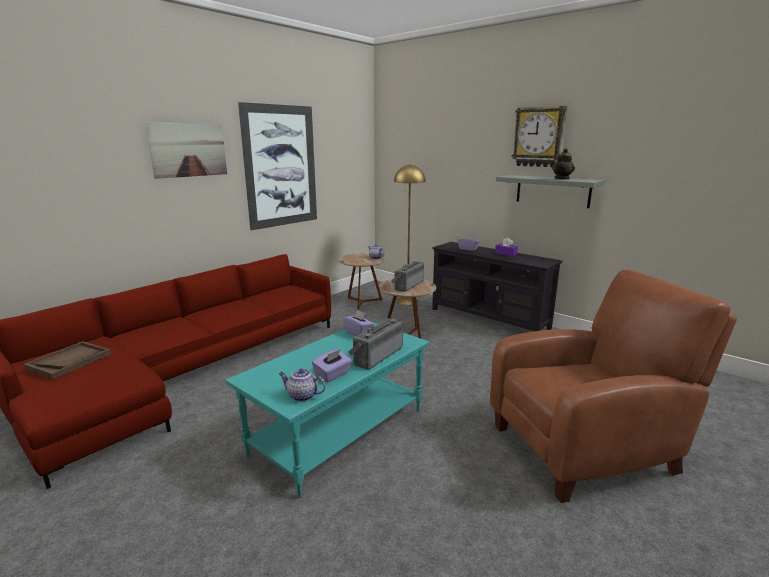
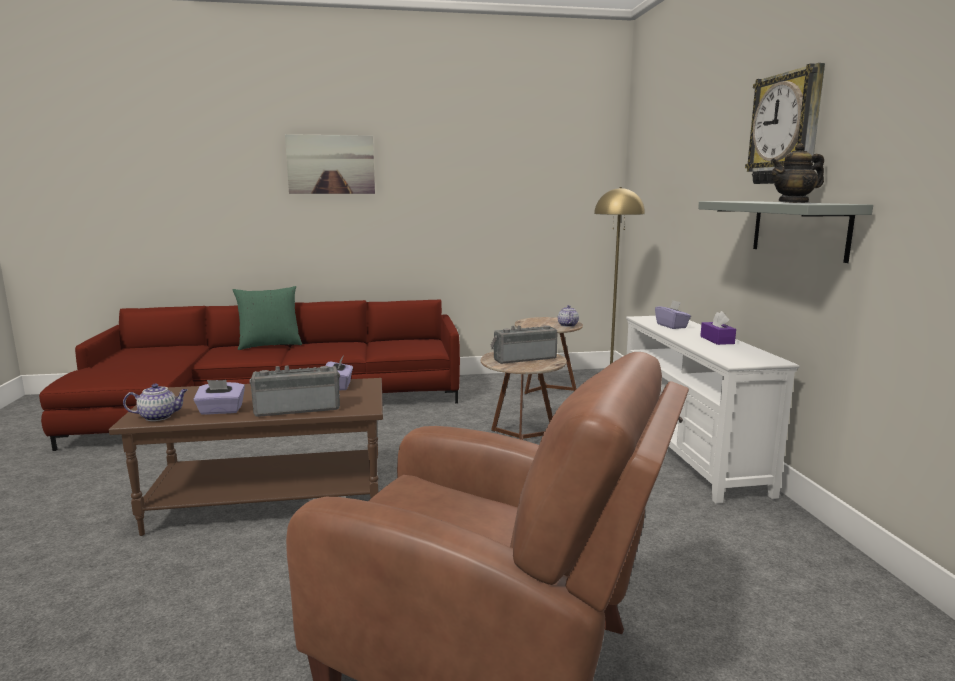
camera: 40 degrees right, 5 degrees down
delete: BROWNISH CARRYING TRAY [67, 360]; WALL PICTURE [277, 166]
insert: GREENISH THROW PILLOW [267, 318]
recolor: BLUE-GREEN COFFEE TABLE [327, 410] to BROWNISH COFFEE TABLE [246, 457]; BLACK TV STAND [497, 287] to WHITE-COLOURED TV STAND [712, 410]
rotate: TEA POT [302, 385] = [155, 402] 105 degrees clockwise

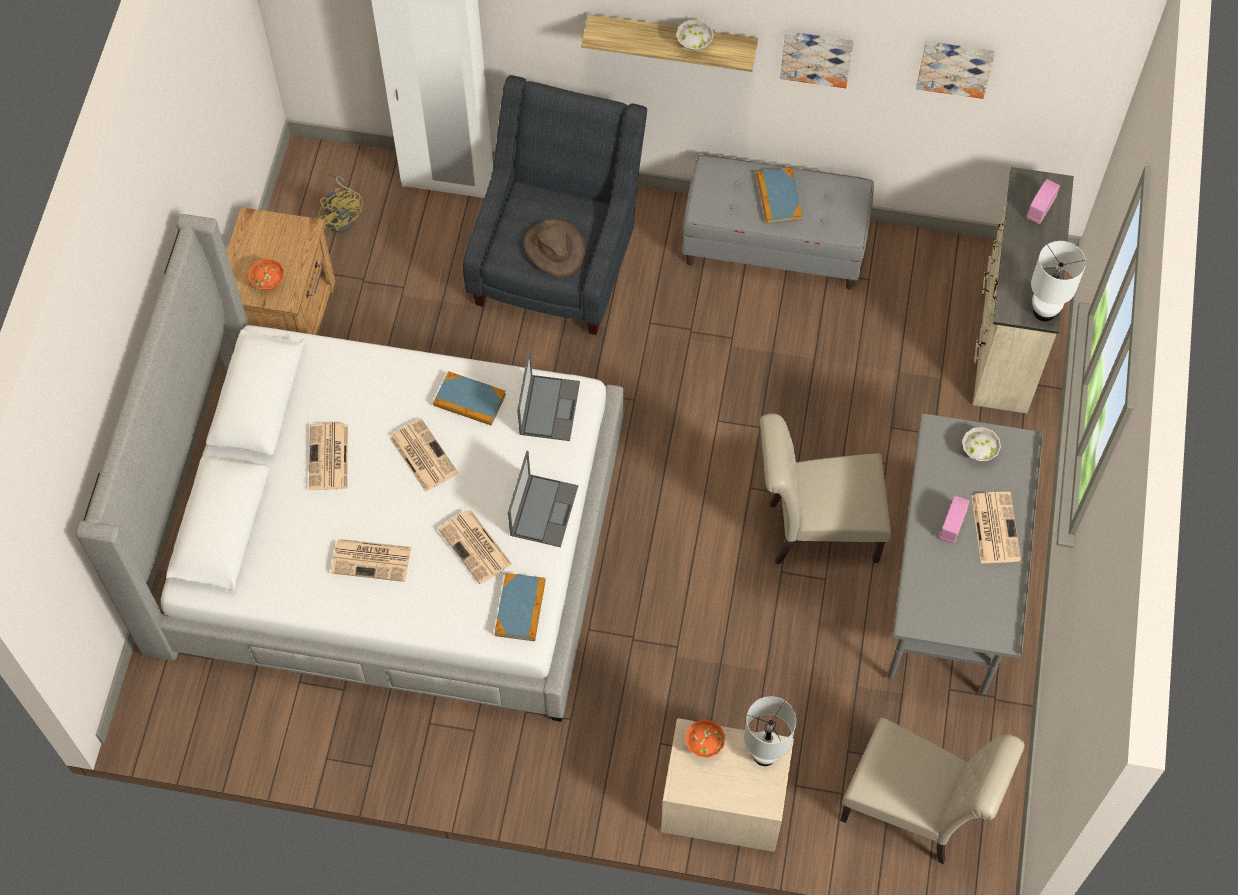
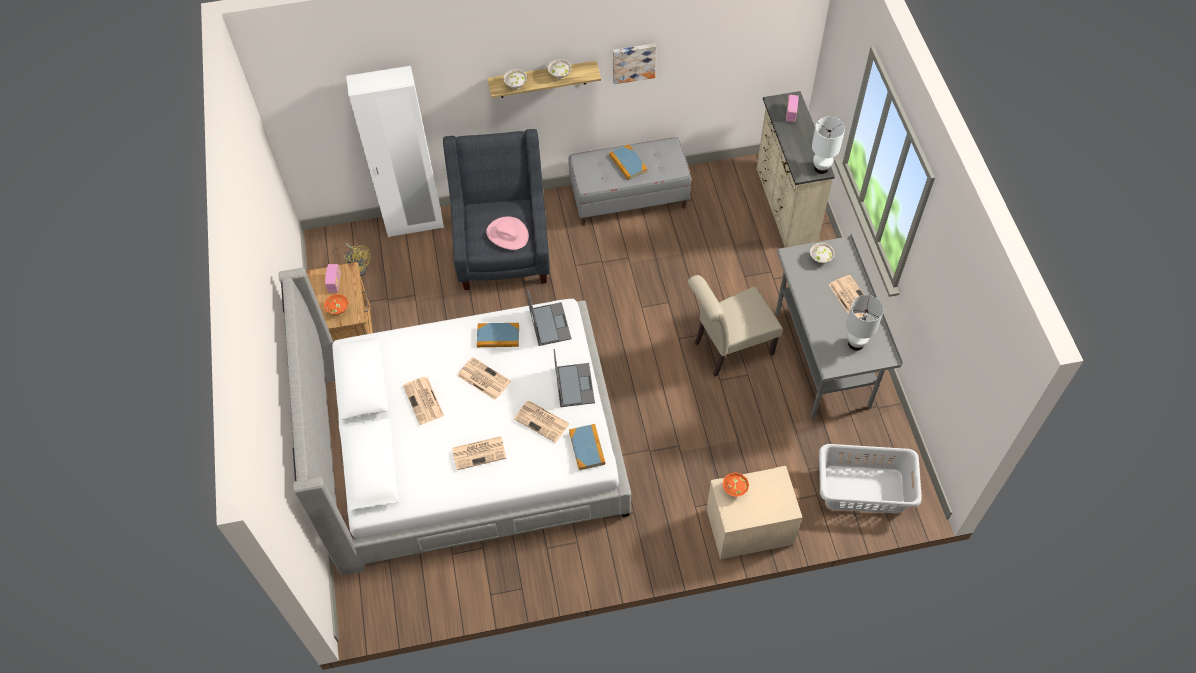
camera: 20 degrees left, 5 degrees down
delete: WALL PICTURE [955, 70]
insert: WHITE-COLOURED SERVING BOWL [515, 79]
move: RADIO SET [954, 519] to [333, 278]; WHITE-COLOURED LAMP FOR A TABLE [770, 731] to [865, 323]
replace: SAND-COLOURED PLAIN CHAIR [932, 791] to GRAY LAUNDRY BASKET [870, 479]
recolor: BROWNISH HAT [554, 248] to PINK HAT [507, 233]

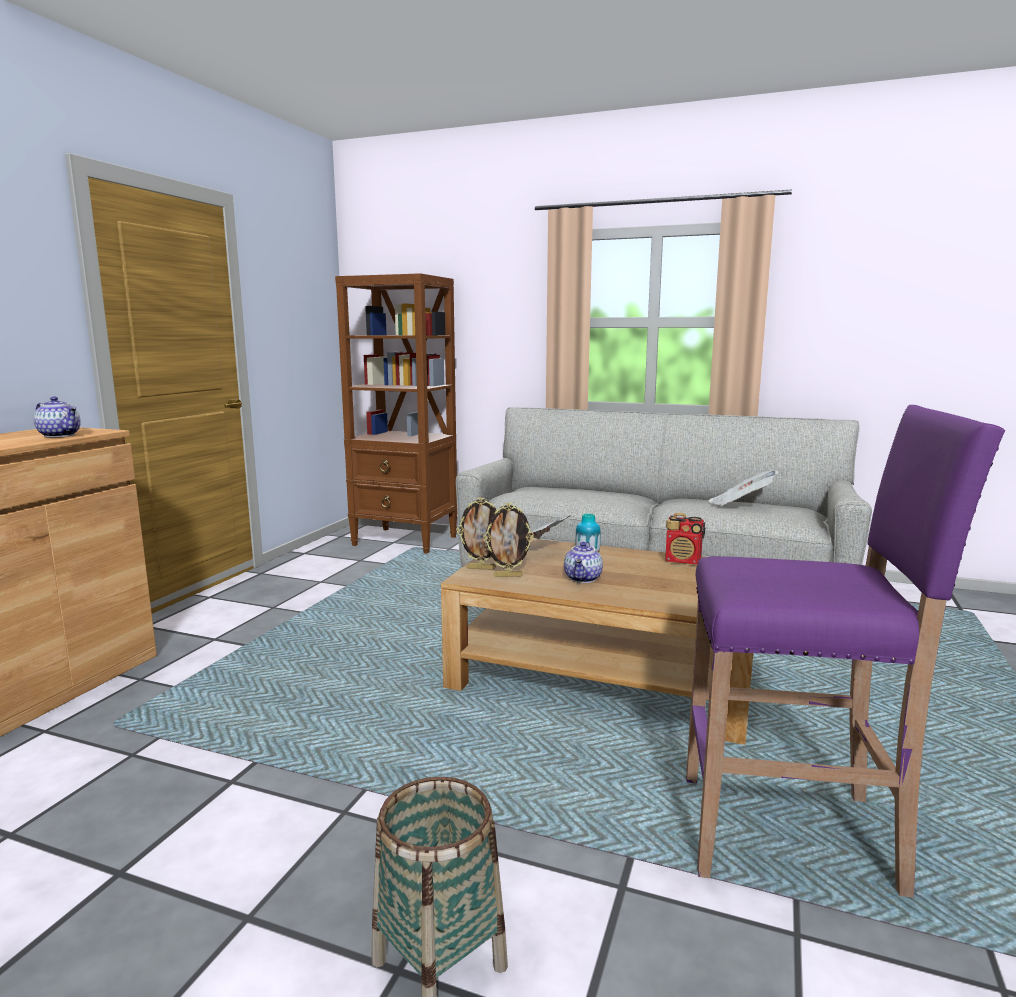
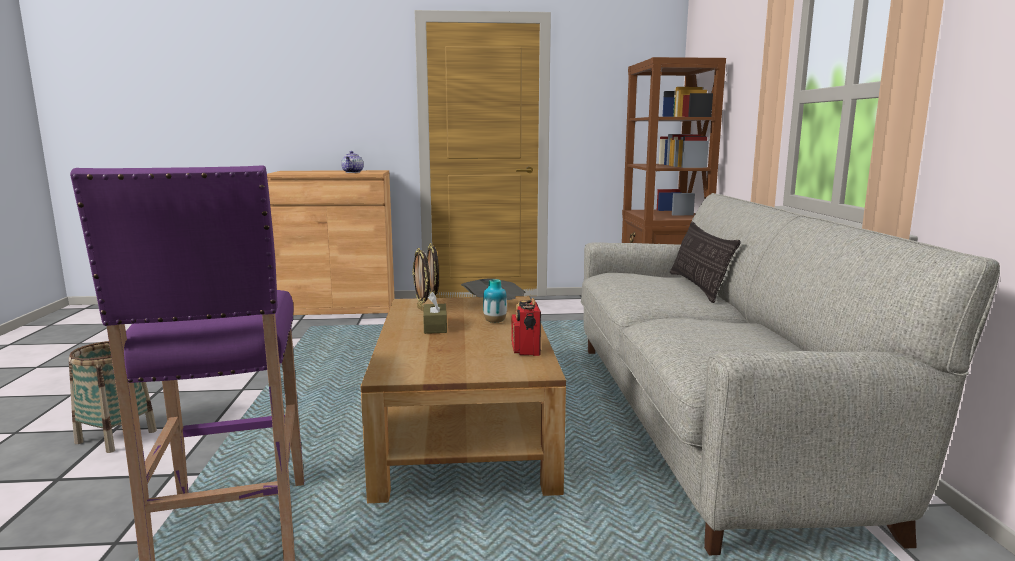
camera: 65 degrees right, 0 degrees up
delete: PRINTED PAPER [744, 487]
insert: THROW PILLOW [705, 262]
replace: TEA POT [583, 562] to BROWNISH BOX OF TISSUES [435, 313]

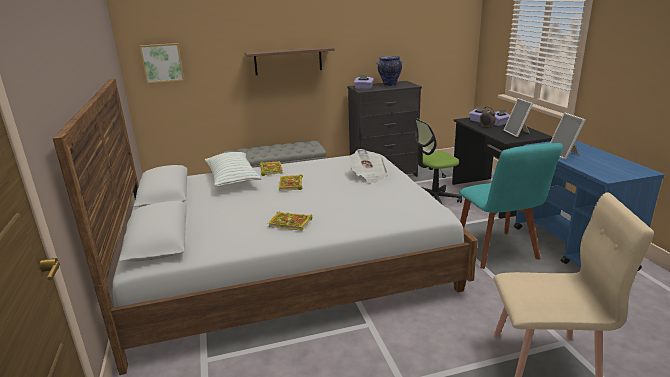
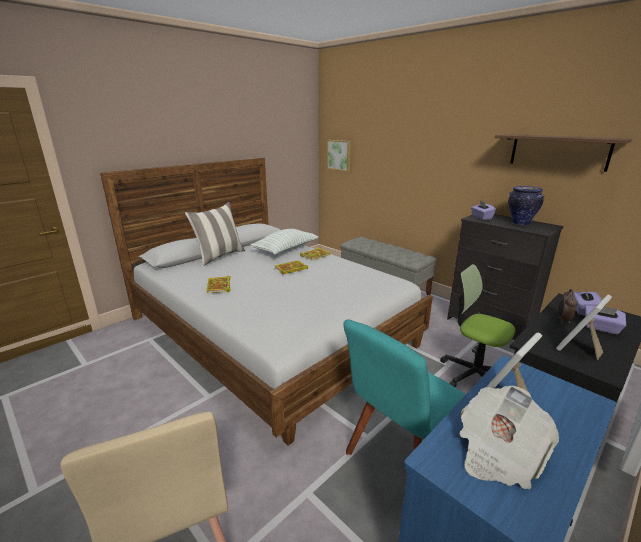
camera: 60 degrees right, 0 degrees up
insert: THROW PILLOW [215, 234]
move: PRINTED PAPER [368, 166] to [509, 437]; BRACKET SHELF [289, 60] to [563, 153]

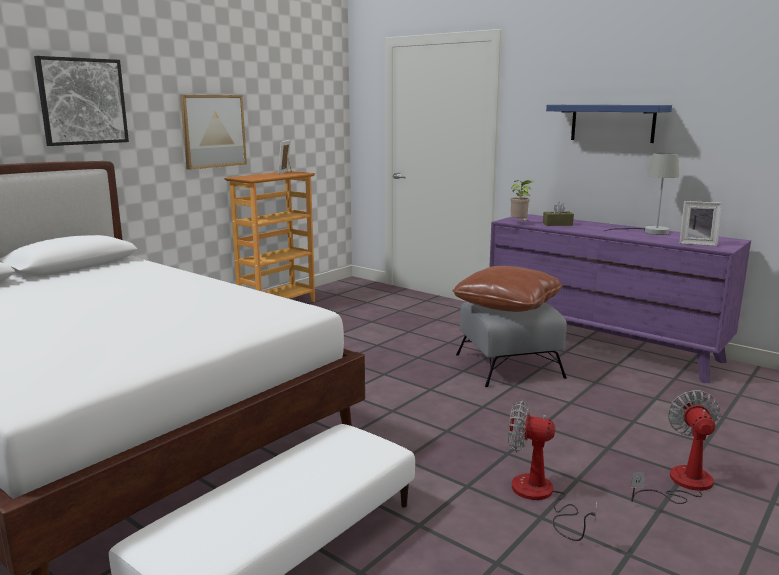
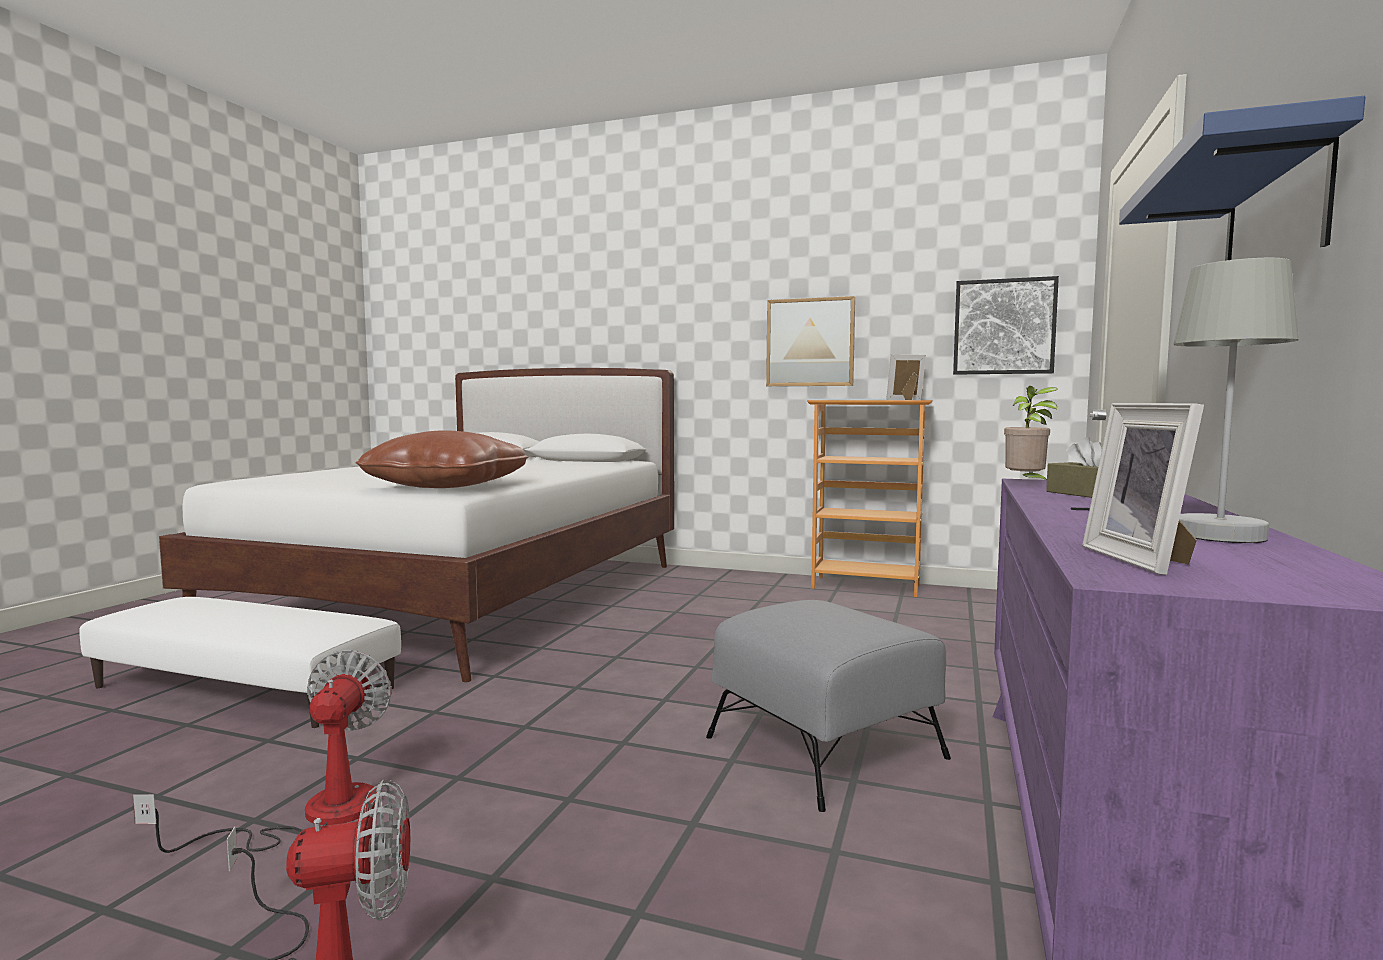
camera: 70 degrees right, 10 degrees down
move: BROWNISH THROW PILLOW [507, 289] to [442, 459]; WALL PICTURE [81, 101] to [1006, 325]

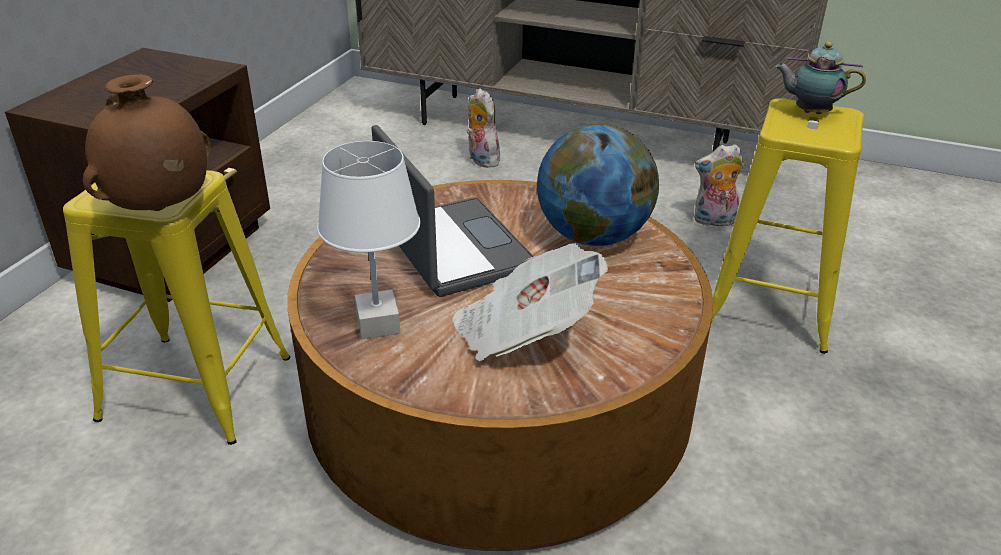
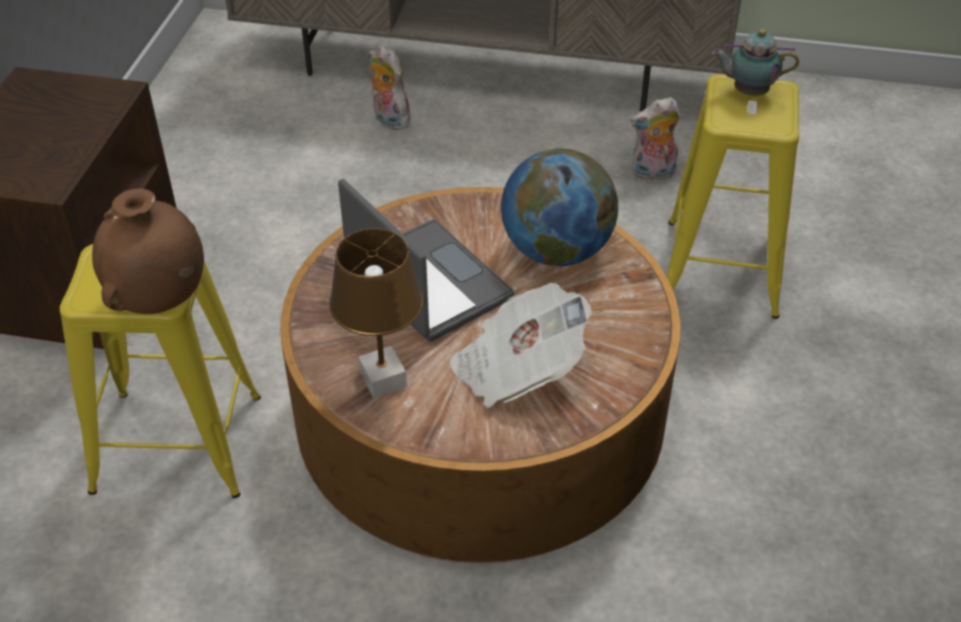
camera: 10 degrees left, 10 degrees up
recolor: WHITE-COLOURED LAMP FOR A TABLE [368, 240] to BROWNISH LAMP FOR A TABLE [376, 313]

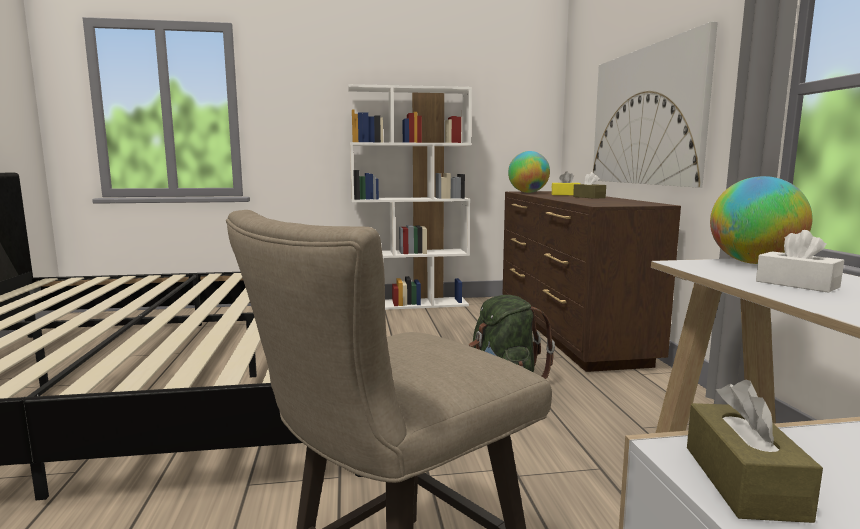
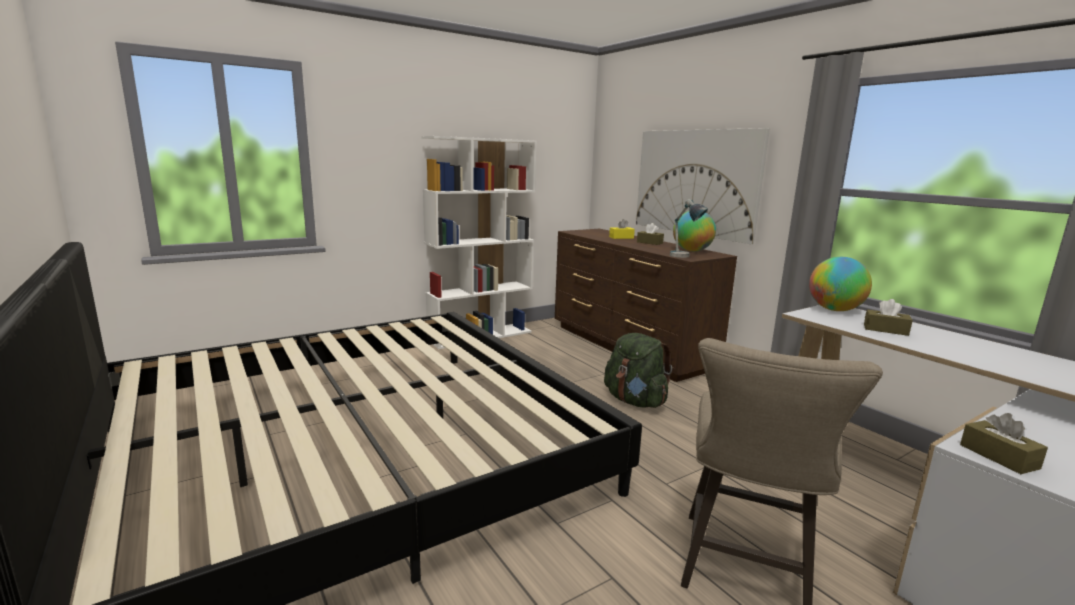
camera: 25 degrees left, 5 degrees up
insert: LAMP FOR A TABLE [689, 228]
move: WORLD GLOBE [529, 172] to [694, 231]
recolor: WHITE-COLOURED BOX OF TISSUES [800, 261] to BROWNISH BOX OF TISSUES [888, 317]

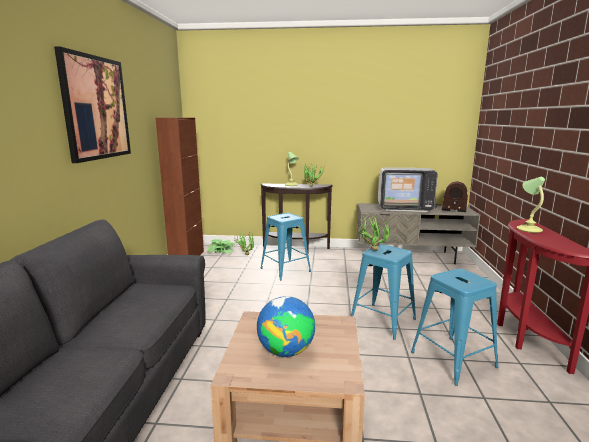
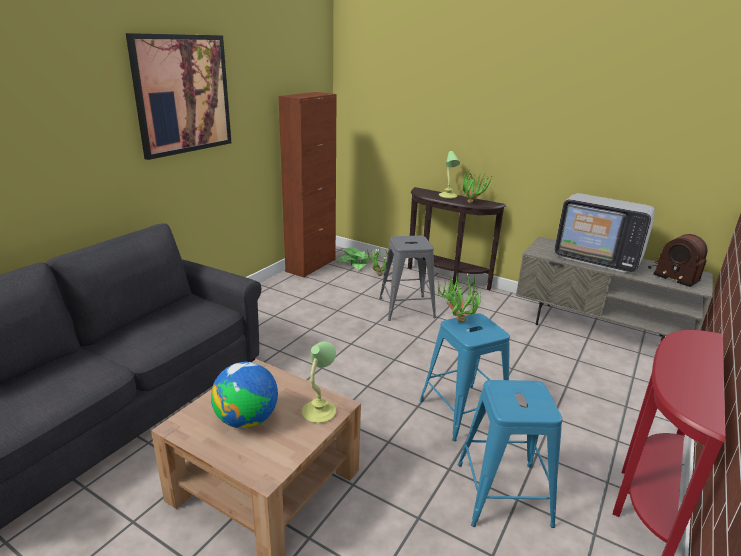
camera: 25 degrees right, 10 degrees up
move: LAMP FOR A TABLE [531, 205] to [319, 382]
recolor: BLUE-COLOURED STOOL [286, 246] to GRAY STOOL [407, 278]

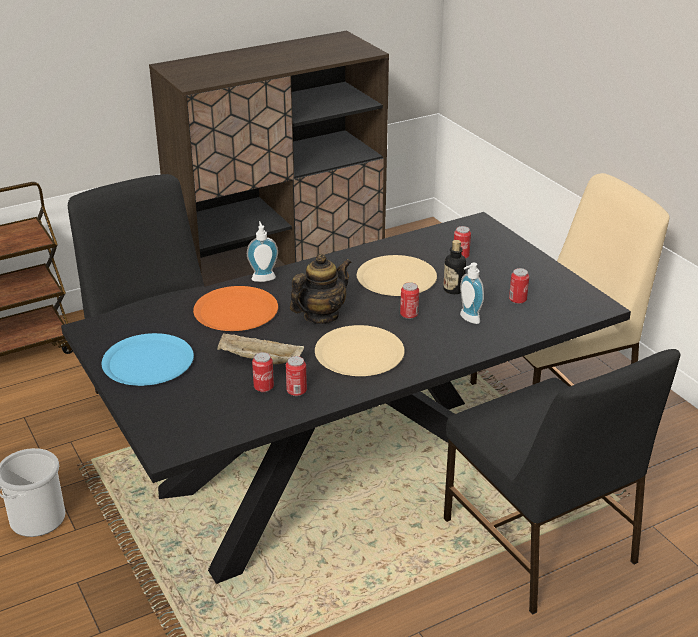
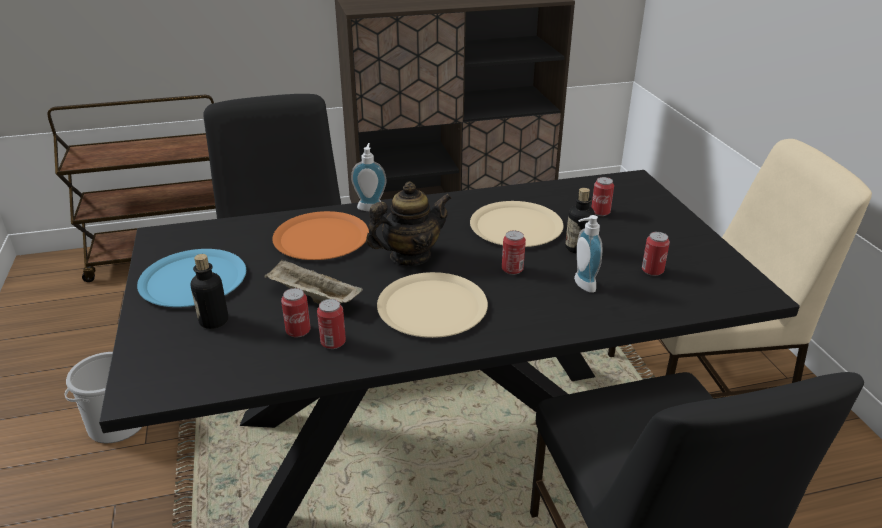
camera: 15 degrees right, 0 degrees up
insert: BEVERAGE BOTTLE [209, 291]

